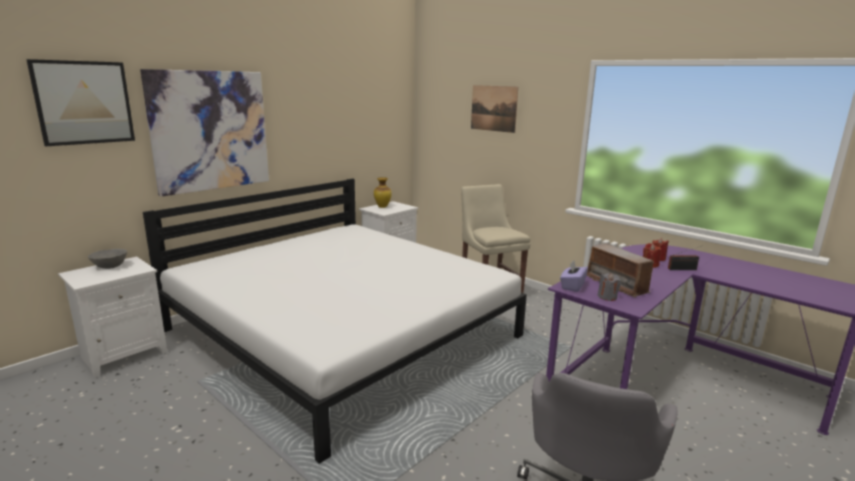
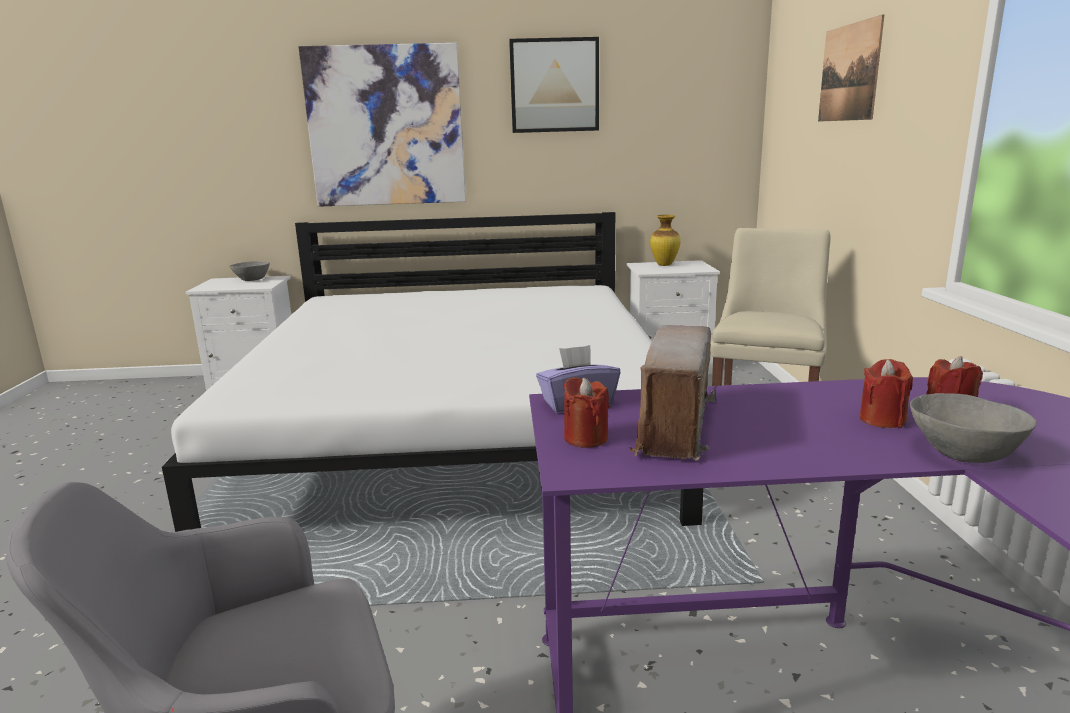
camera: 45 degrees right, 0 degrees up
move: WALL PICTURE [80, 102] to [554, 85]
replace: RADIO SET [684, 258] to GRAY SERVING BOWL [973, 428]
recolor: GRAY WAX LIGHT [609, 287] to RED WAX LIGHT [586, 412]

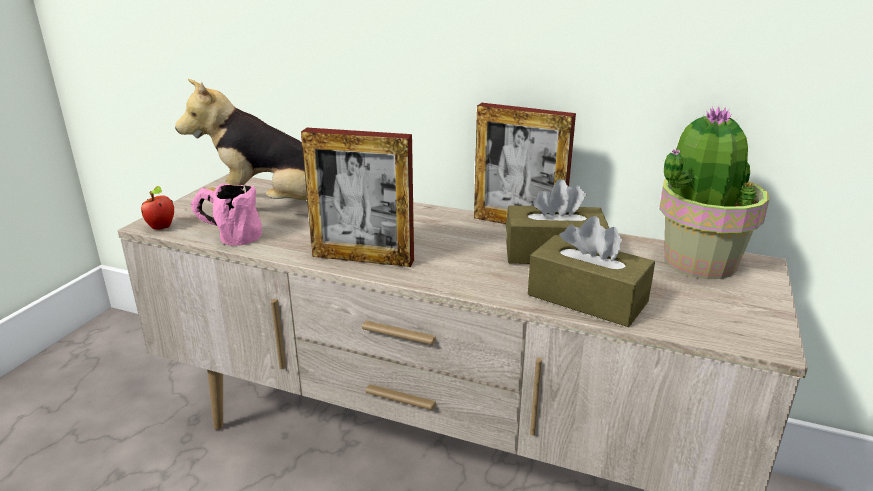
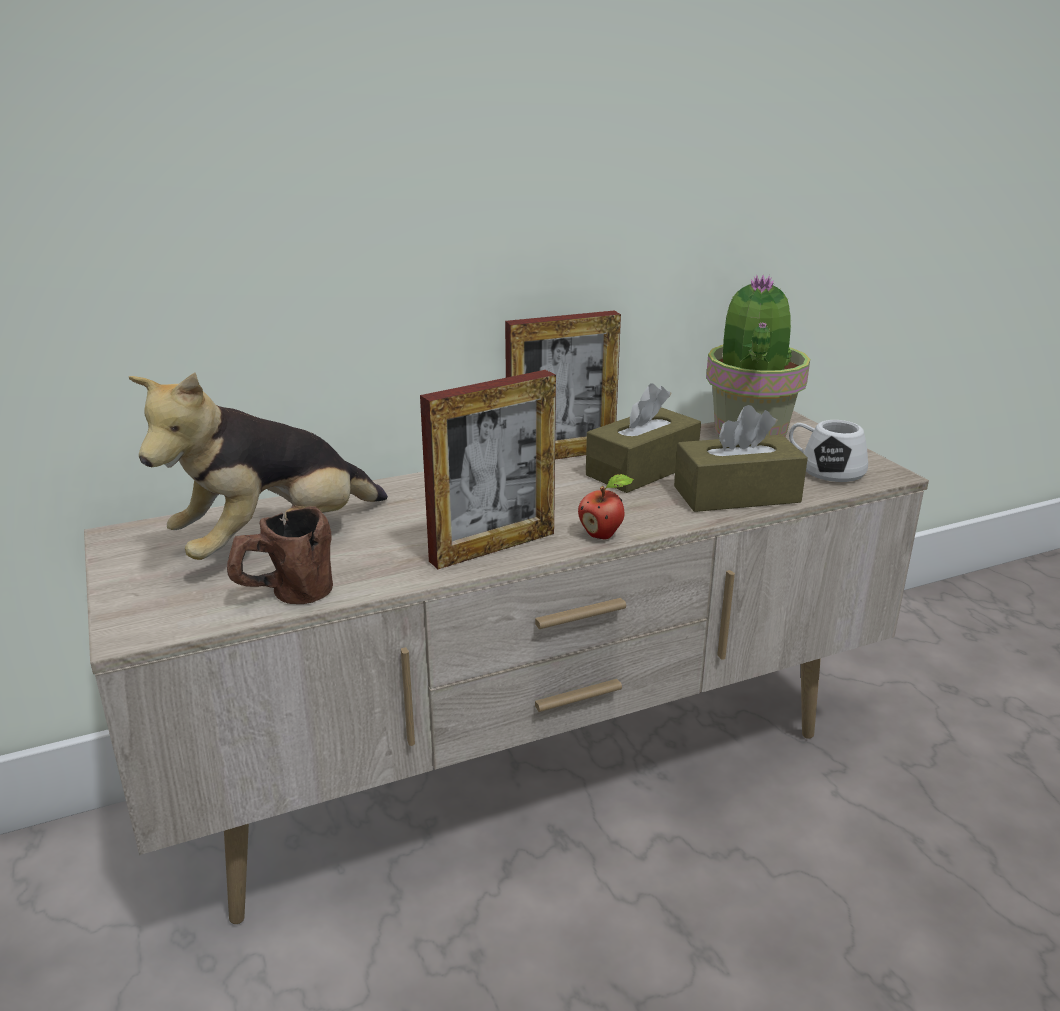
camera: 45 degrees left, 0 degrees up
insert: WHITE-COLOURED COFFEE MUG [828, 451]
move: WHOLE APPLE [157, 208] to [606, 506]
recolor: PINK COFFEE MUG [226, 214] to BROWNISH COFFEE MUG [280, 555]

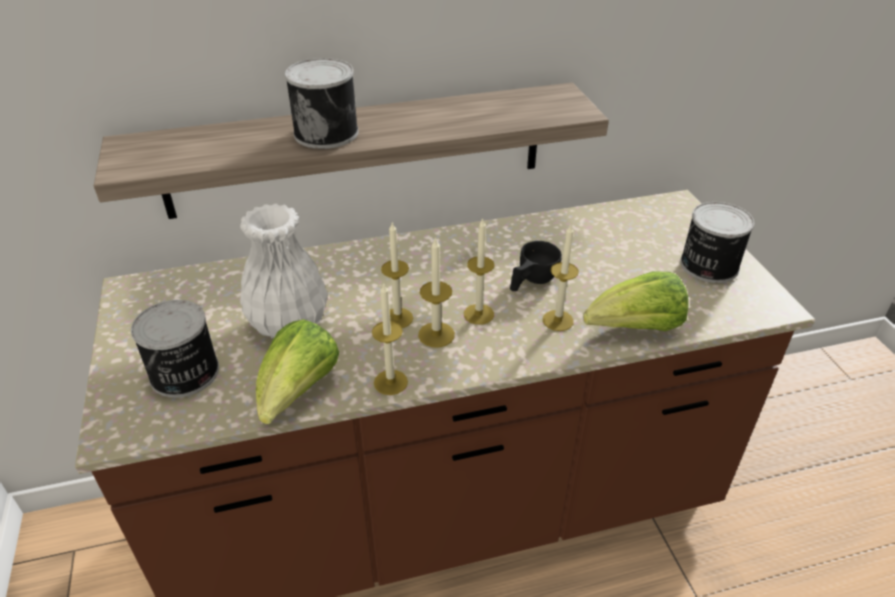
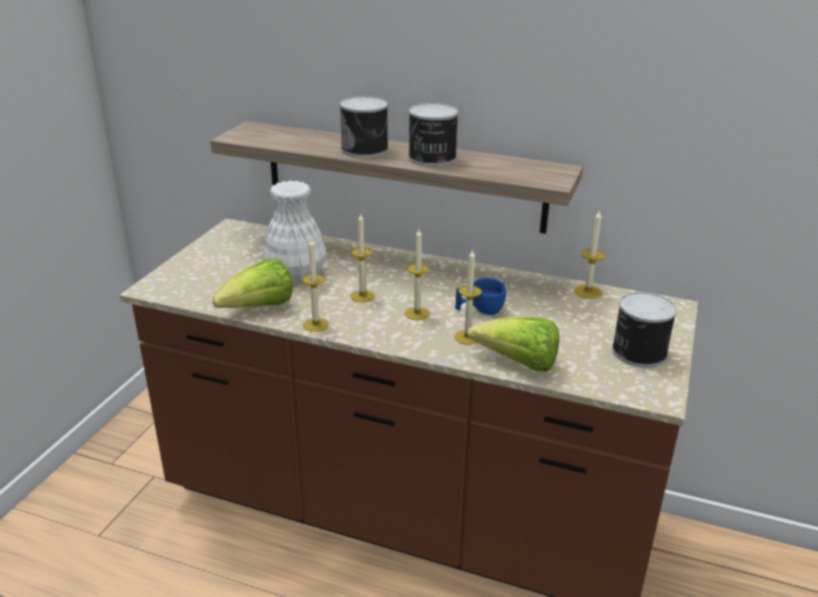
camera: 35 degrees right, 10 degrees down
move: SEALED CAN [175, 349] to [433, 134]; WAX LIGHT [436, 292] to [589, 254]
recolor: BLACK CUP [536, 266] to BLUE-COLOURED CUP [480, 296]

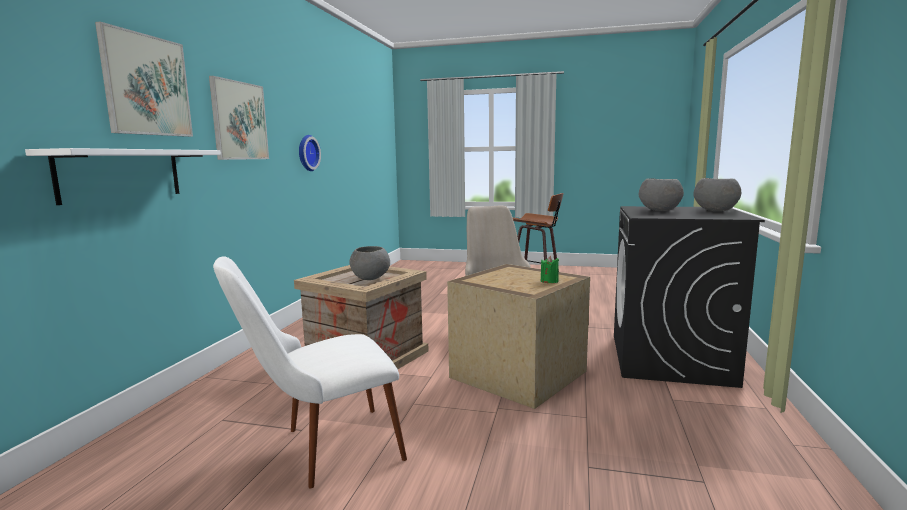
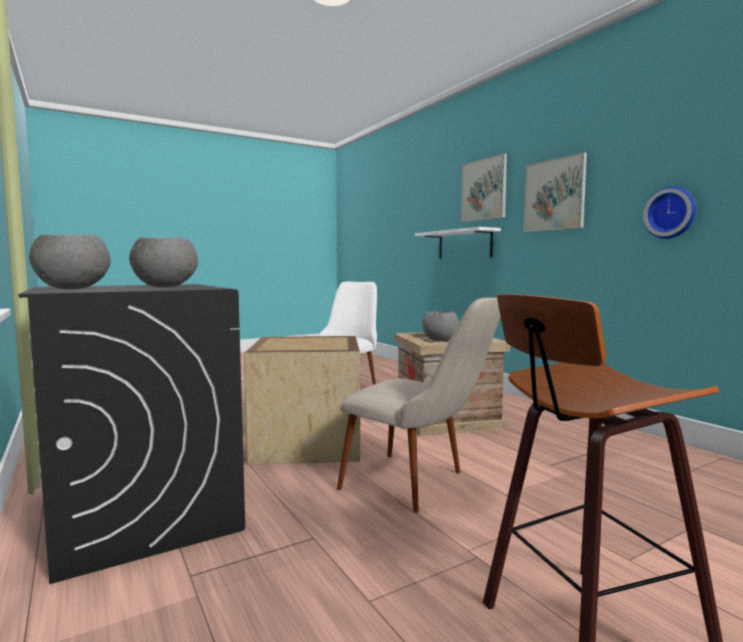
camera: 135 degrees right, 5 degrees down
delete: GREENISH WAX LIGHT [550, 269]

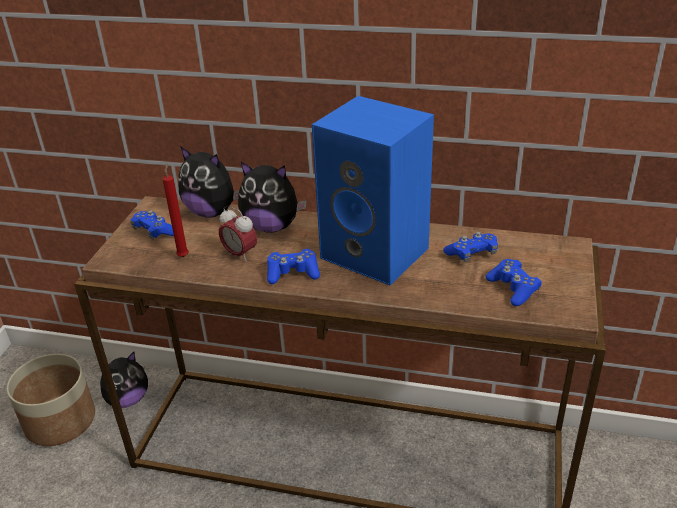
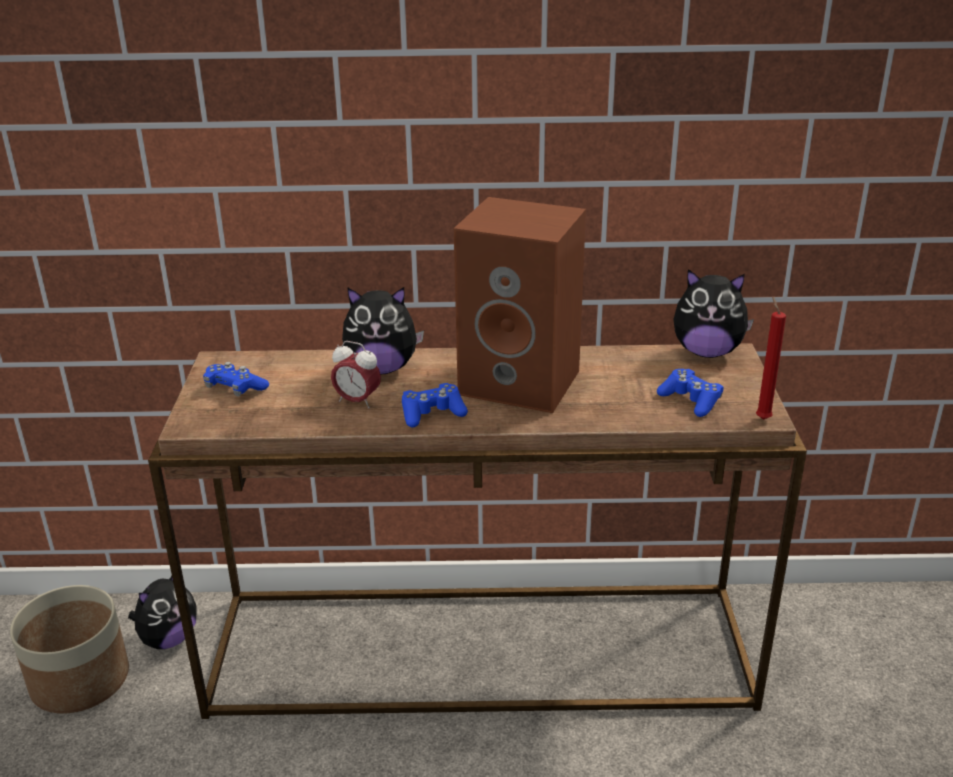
camera: 15 degrees left, 5 degrees down
delete: BLUE-COLOURED GAME CONTROLLER [470, 247]
move: SOFT TOY [208, 182] to [713, 313]; RED WAX LIGHT [175, 210] to [771, 358]
recolor: BLUE-COLOURED LOUDSPEAKER [373, 190] to BROWNISH LOUDSPEAKER [520, 305]

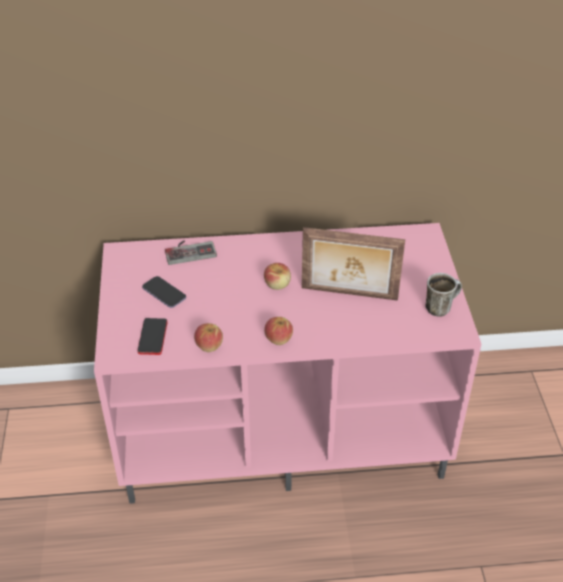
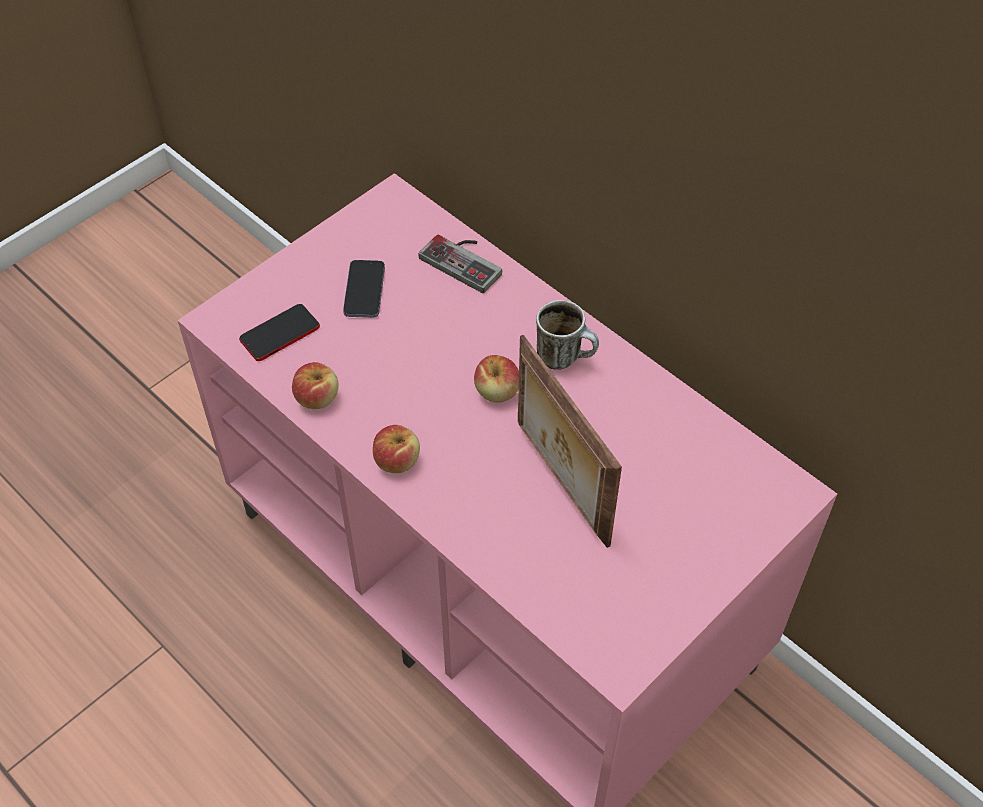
camera: 50 degrees right, 10 degrees up
move: COFFEE MUG [443, 295] to [567, 335]

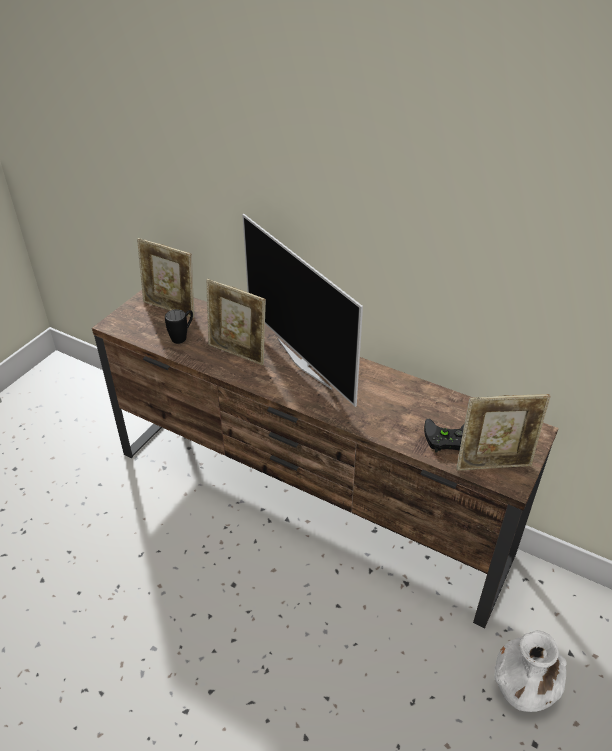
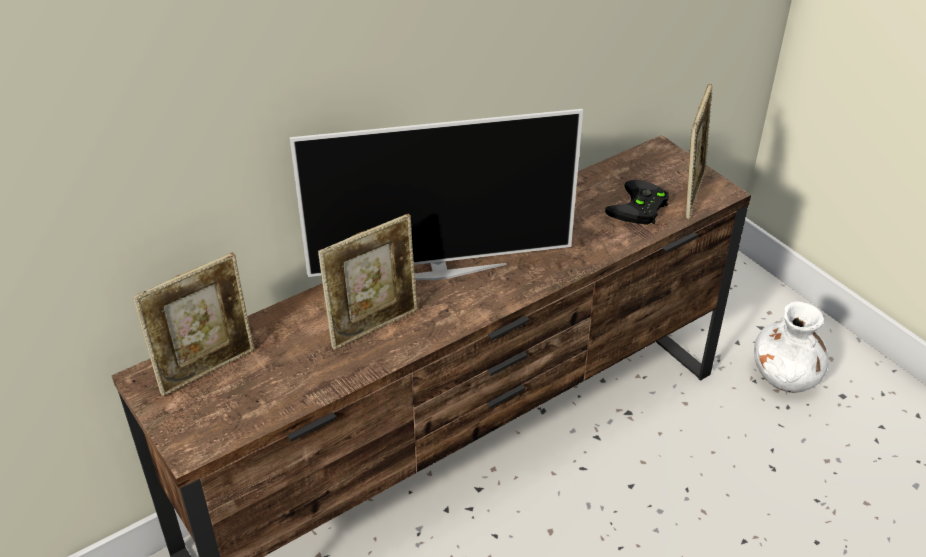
camera: 65 degrees left, 0 degrees up
delete: BLACK COFFEE MUG [179, 326]

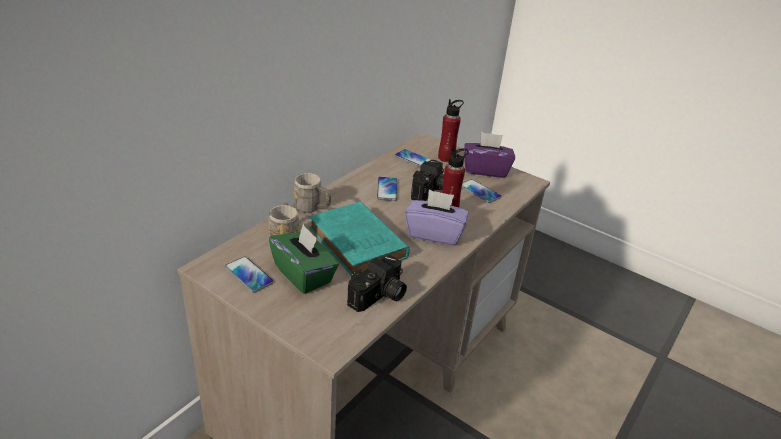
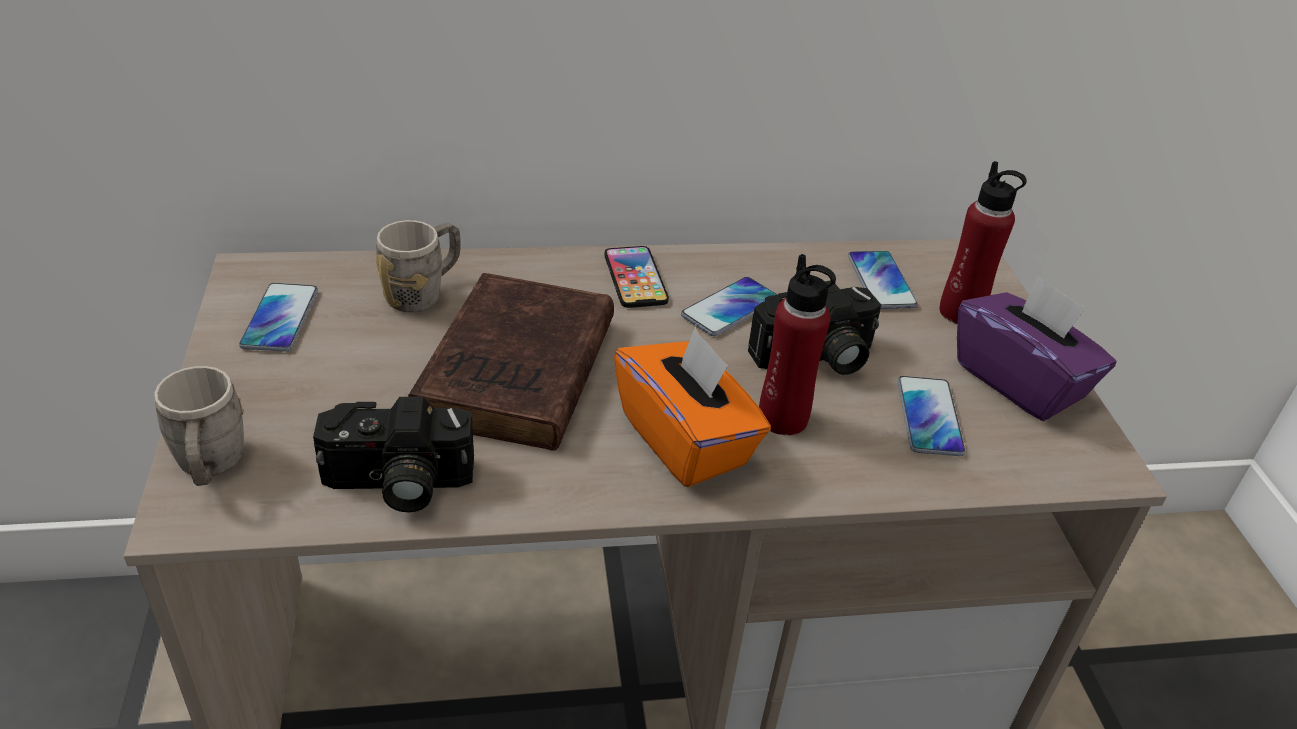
camera: 45 degrees right, 5 degrees up
delete: GREENISH BOX OF TISSUES [304, 259]
insert: HANDSET [636, 277]
move: GRAY COFFEE MUG [312, 193] to [199, 426]
recolor: BLUE-GREEN BOOK [359, 238] to BROWNISH BOOK [511, 362]; PURPLE-COLOURED BOX OF TISSUES [437, 218] to ORANGE-COLOURED BOX OF TISSUES [692, 407]

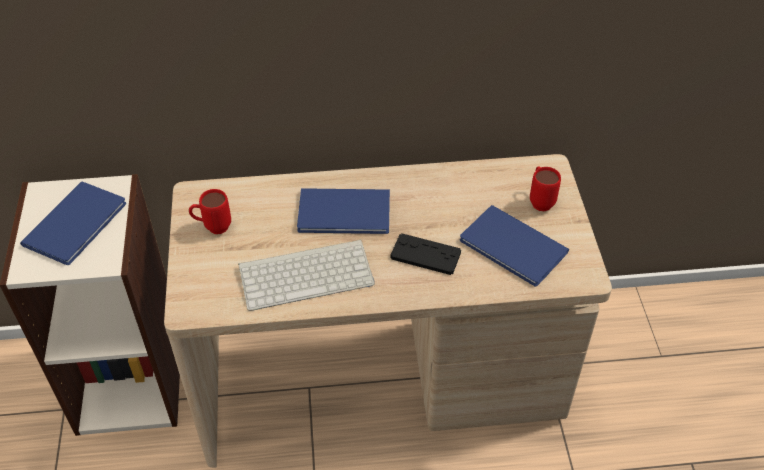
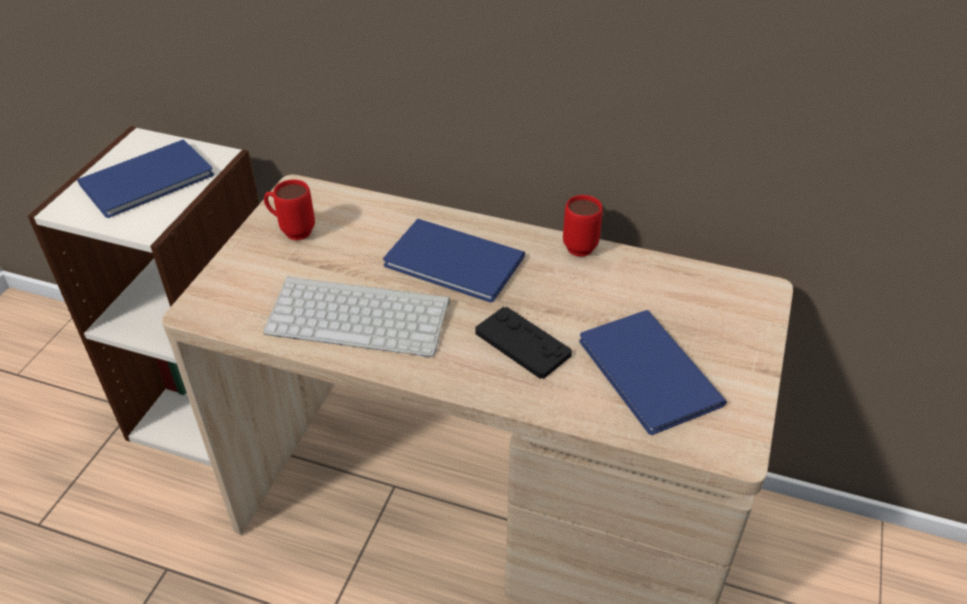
camera: 25 degrees right, 5 degrees down
move: RED COFFEE MUG [545, 189] to [583, 226]

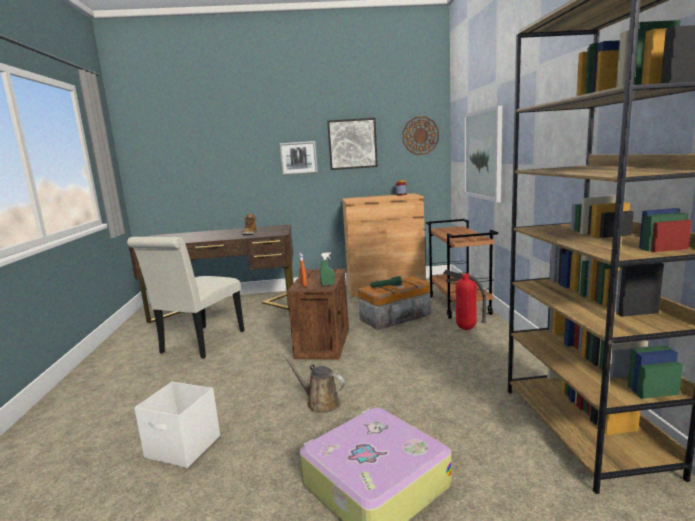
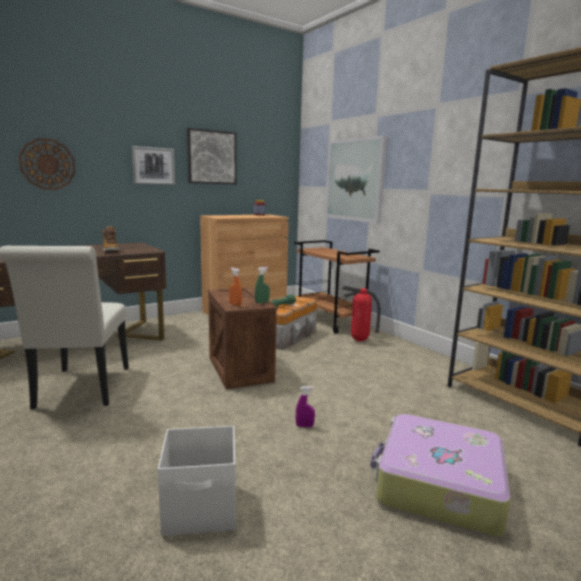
camera: 30 degrees left, 0 degrees up
move: WALL CLOCK [420, 135] to [47, 164]
replace: BROWNISH WATERING POT [314, 384] to PURPLE-COLOURED SPRAY BOTTLE [305, 406]

